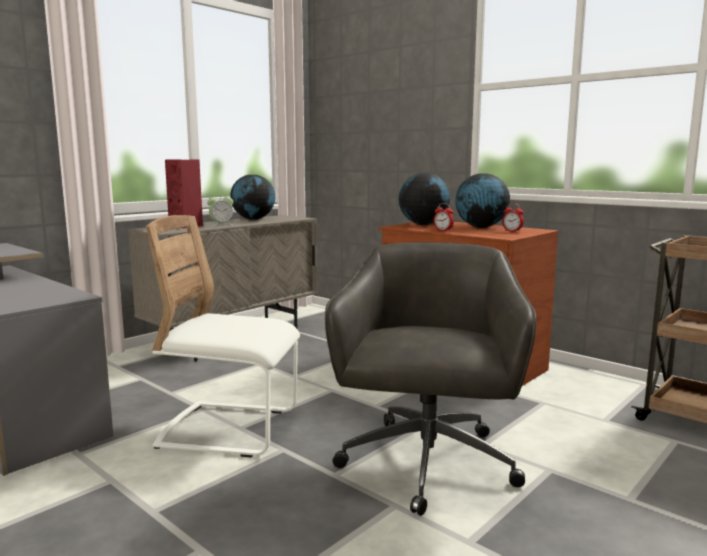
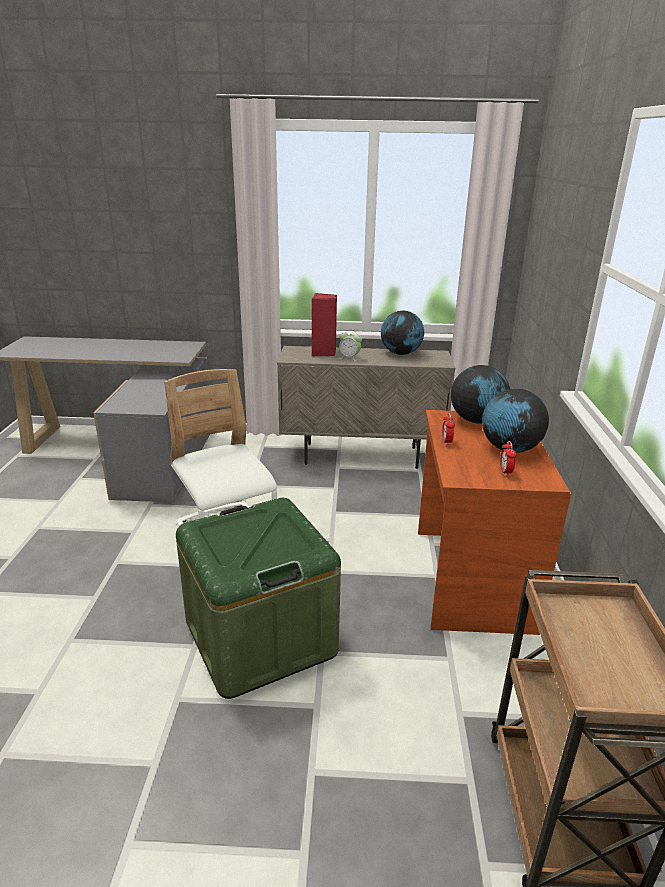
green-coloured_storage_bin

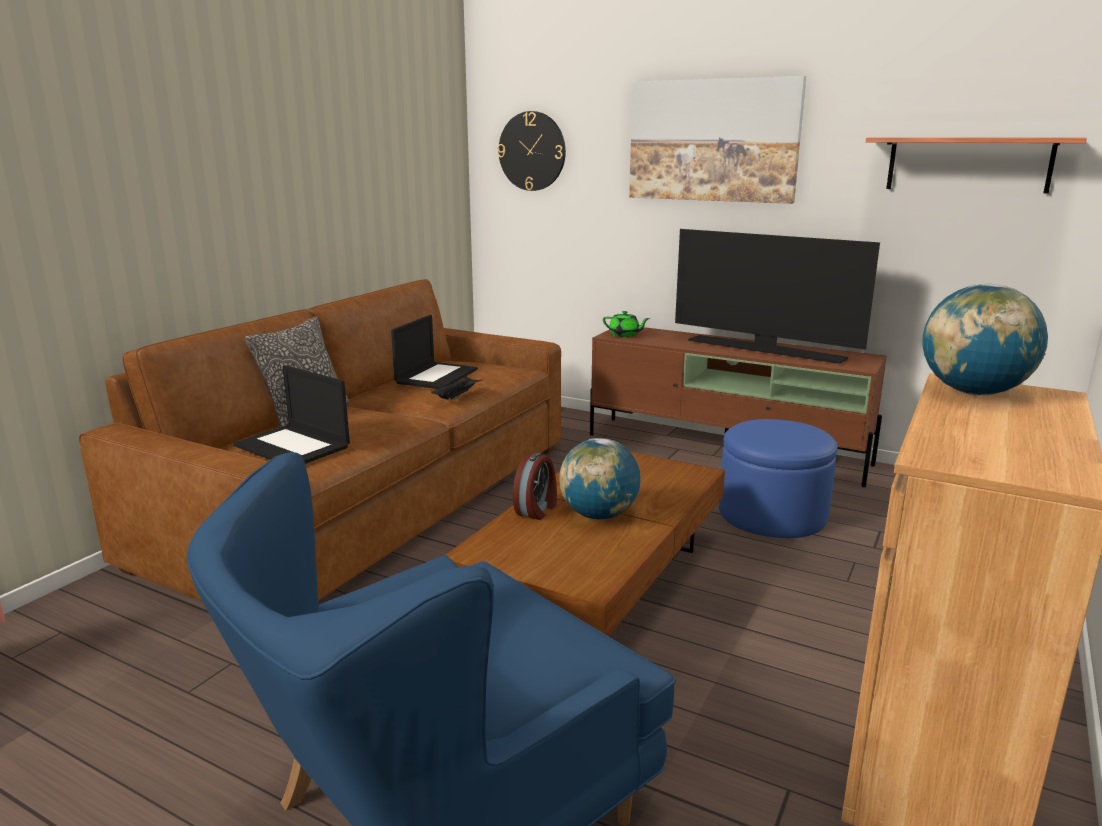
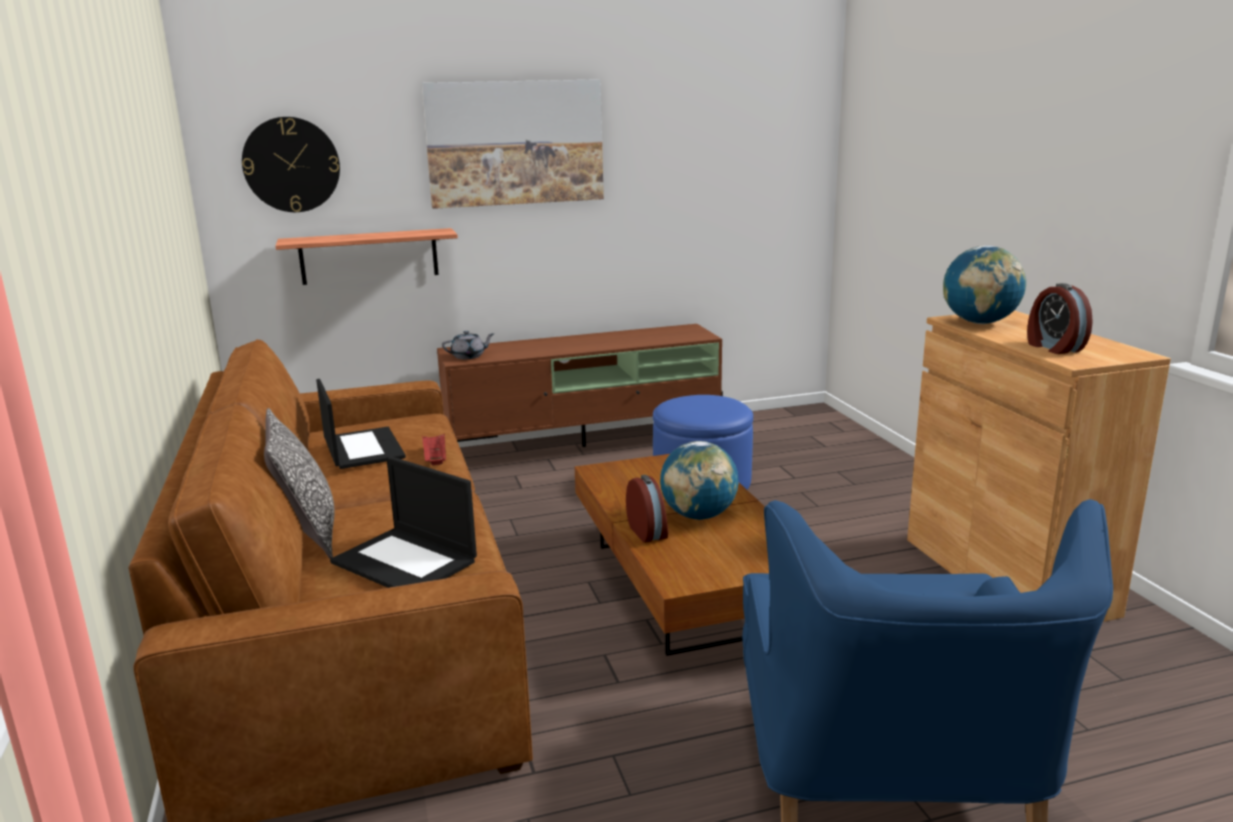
portable_computer (no. 2 from left); reddish_carrying_tray; gray_tea_pot; TV_set; shelf; table_clock (no. 2 from left)

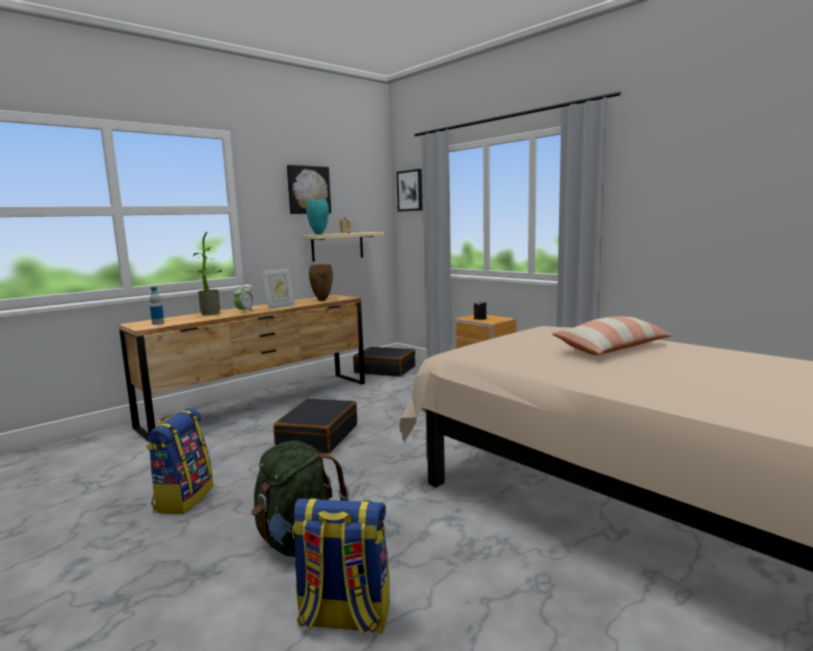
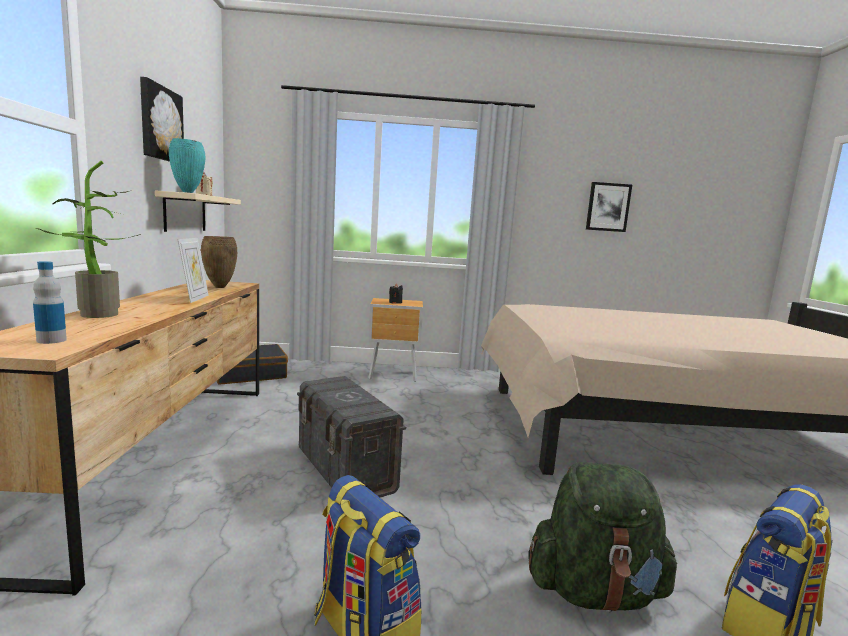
table_clock; gray_storage_bin; wall_art (no. 2 from left); throw_pillow

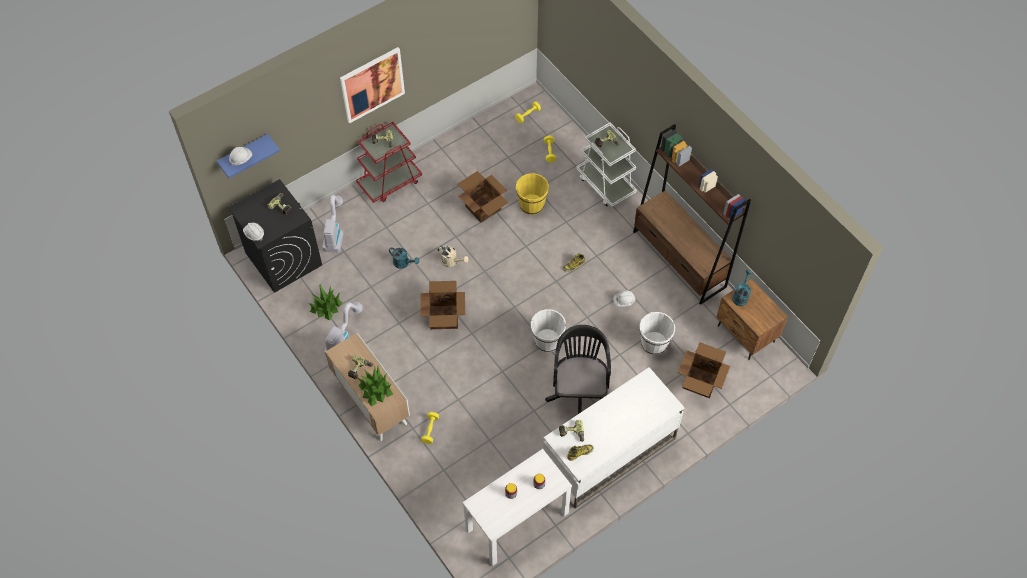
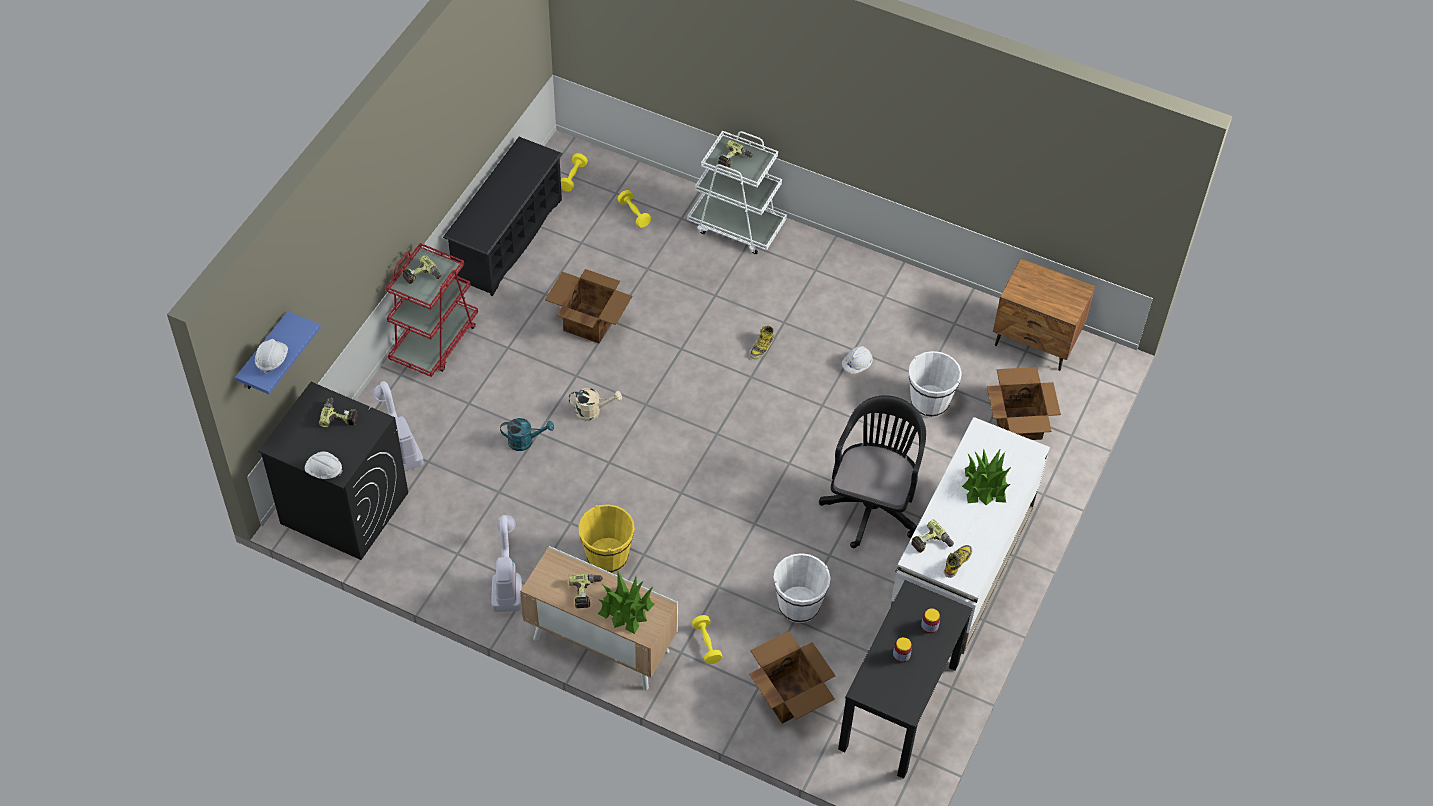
houseplant (no. 2 from left); wall_art; carton (no. 2 from left); black_narrow_table; yellowish_pail; whitish_pail (no. 1 from left); black_desk_chair; brown_shelving_unit; turquoise-coloured_watering_can (no. 2 from left in the first image); black_shoe_stand

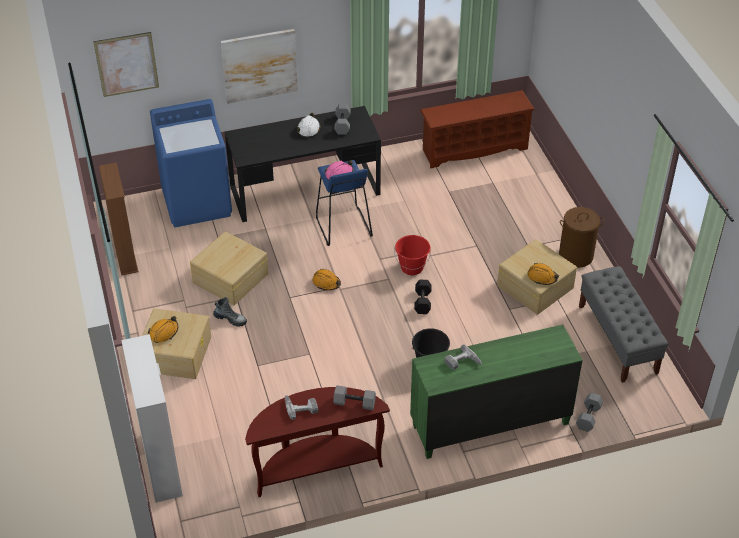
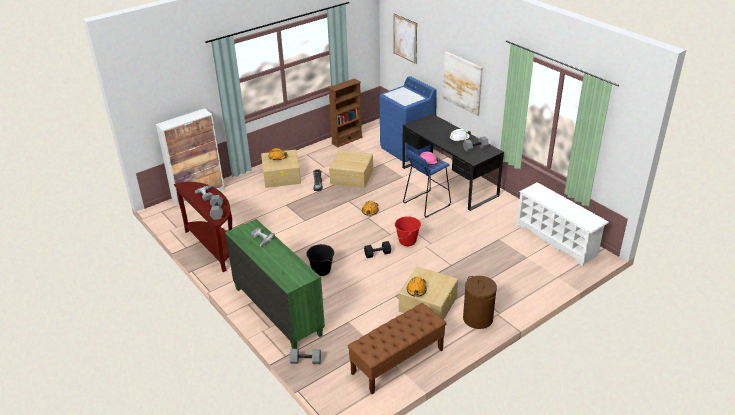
whitish_shoe_stand; brown_long_seat

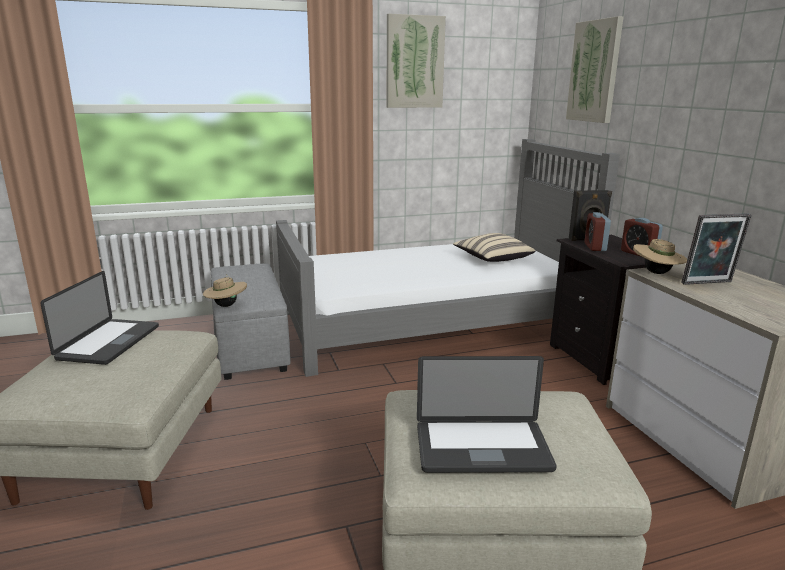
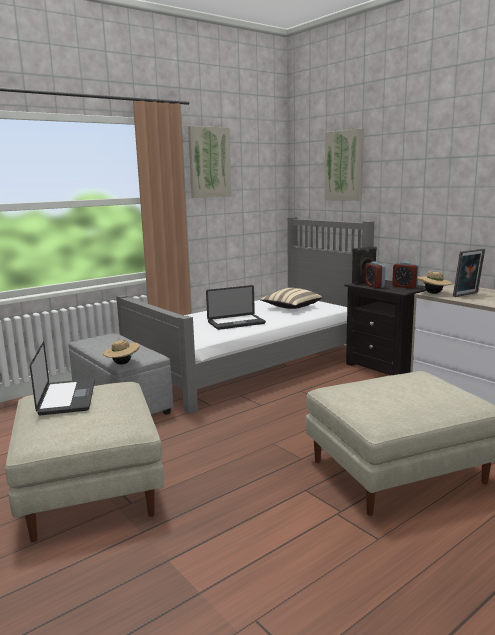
portable_computer (no. 2 from left)

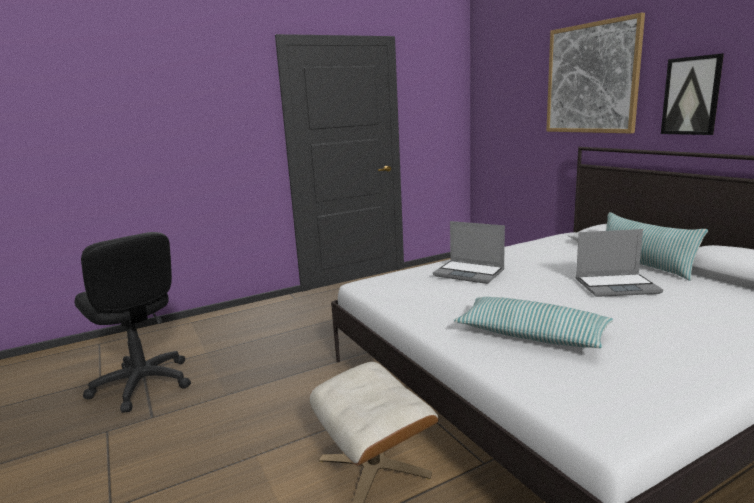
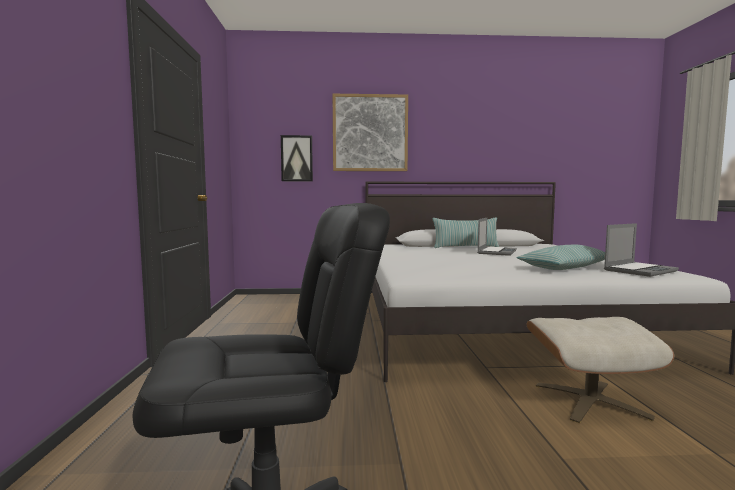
portable_computer (no. 2 from left); wall_art (no. 1 from left)

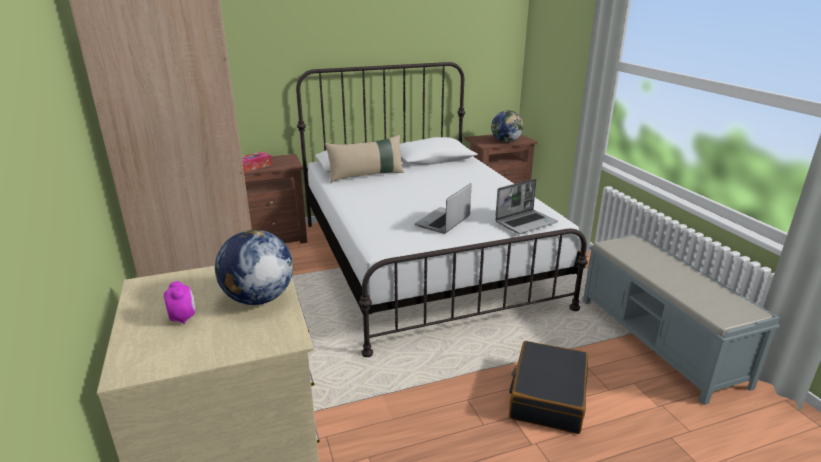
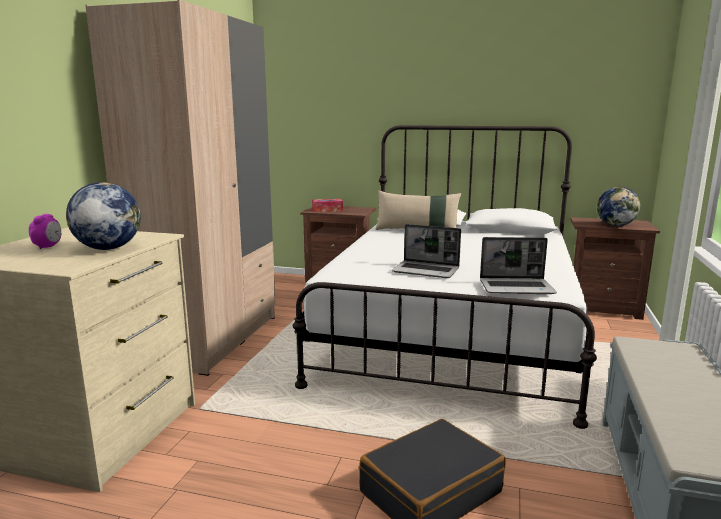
portable_computer (no. 1 from left)

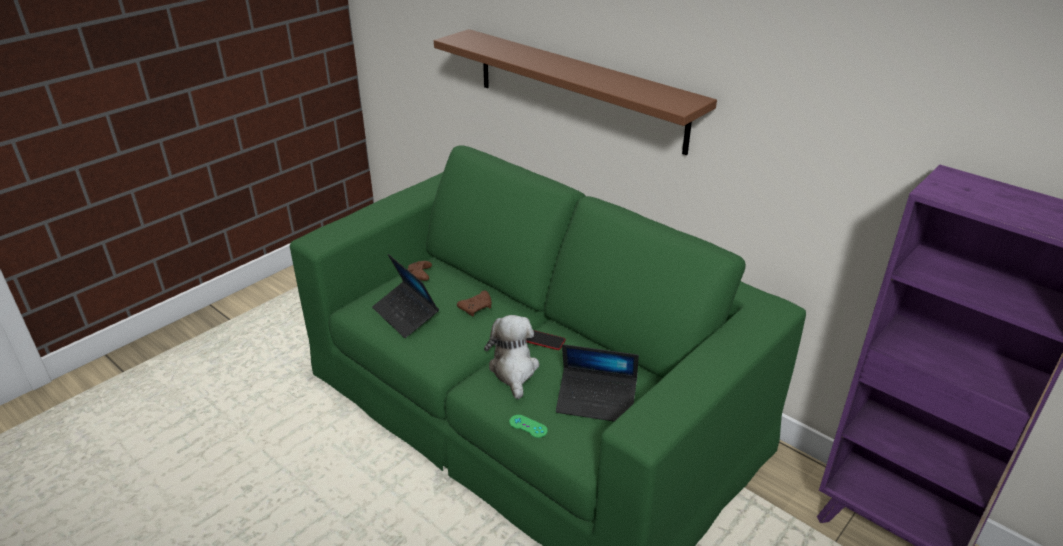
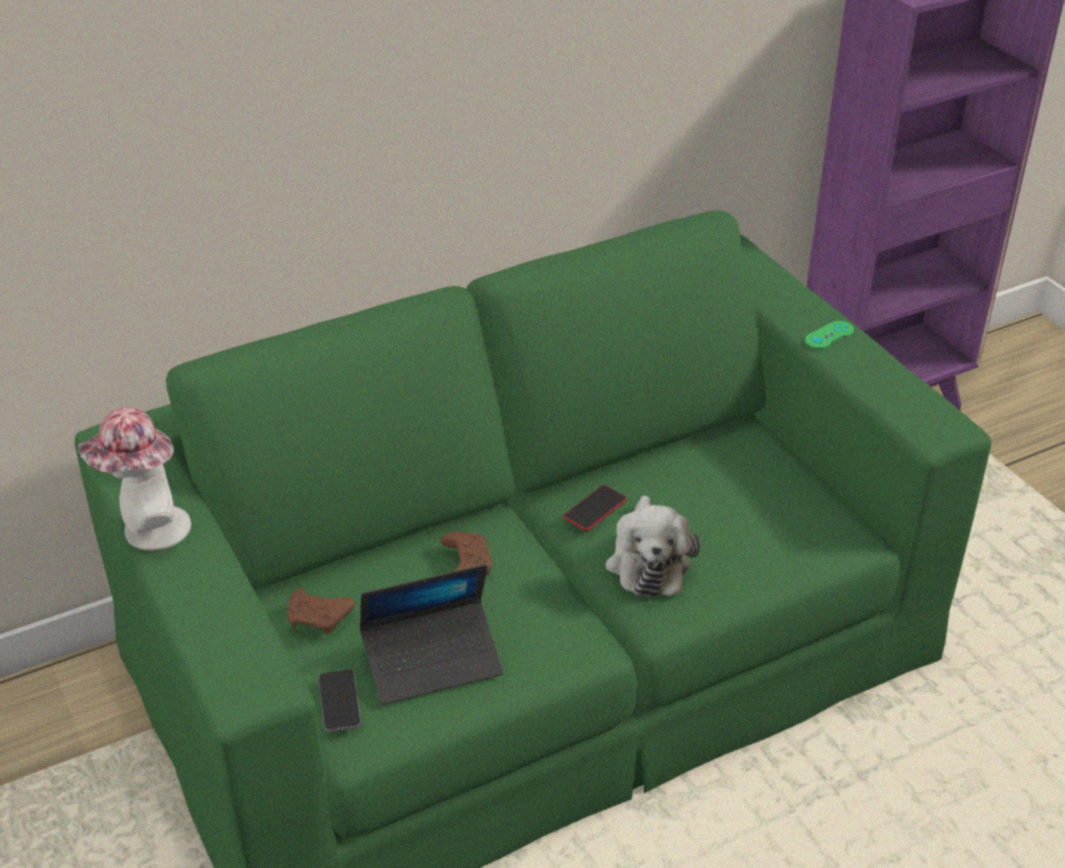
brown_shelf; cuddly_toy; green-coloured_game_controller; portable_computer (no. 2 from left in the first image); wearable_hat; handset (no. 1 from left)

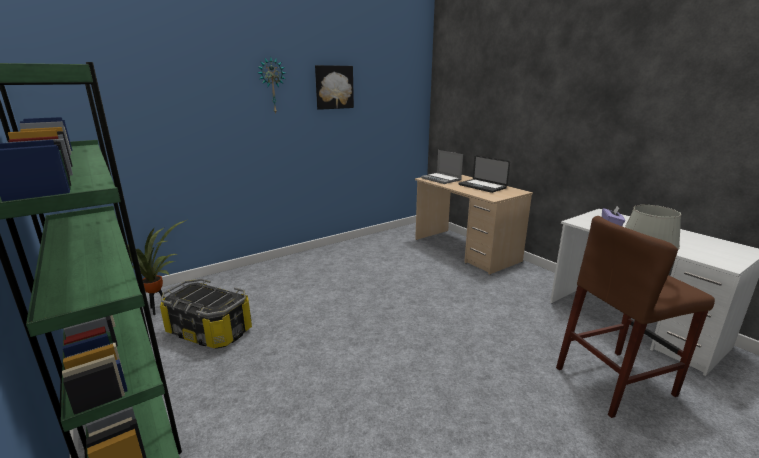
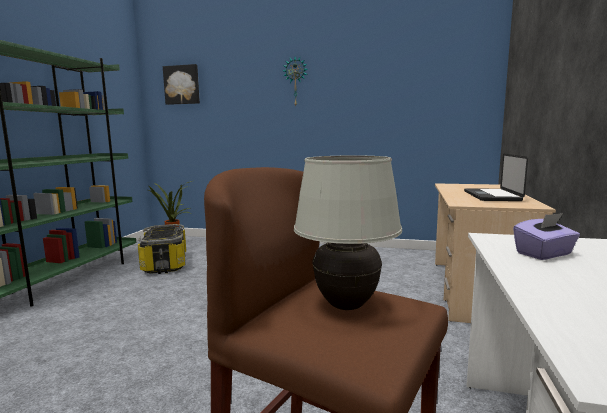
wall_art; portable_computer (no. 1 from left in the first image)

